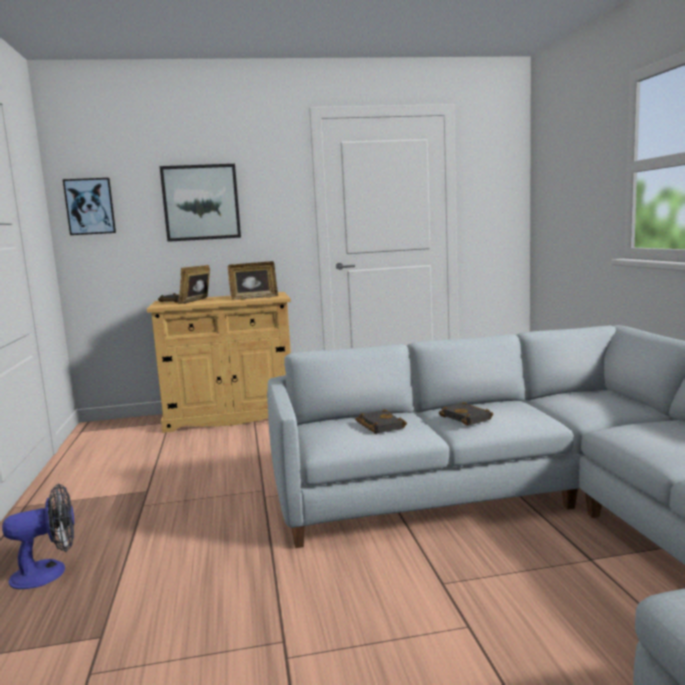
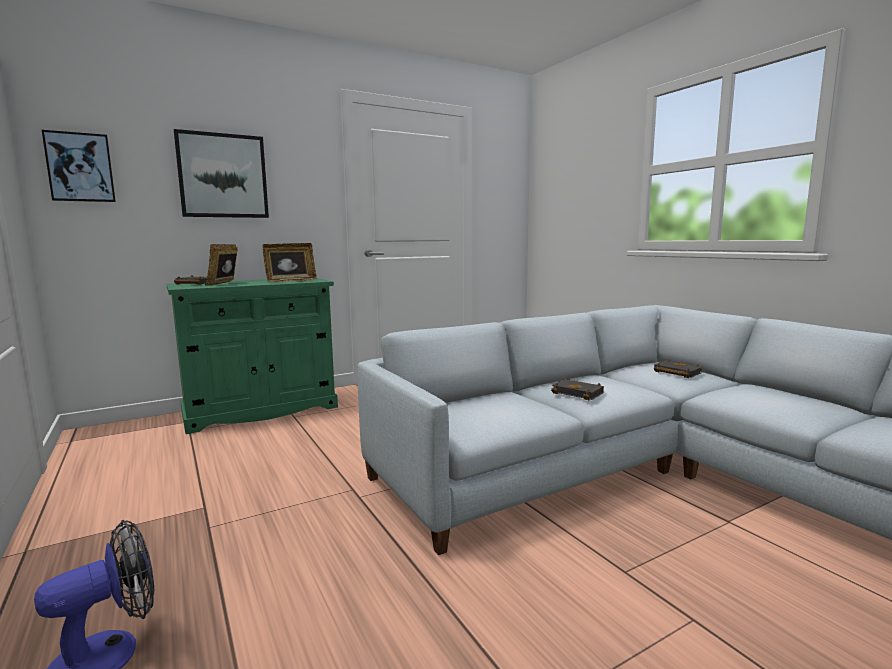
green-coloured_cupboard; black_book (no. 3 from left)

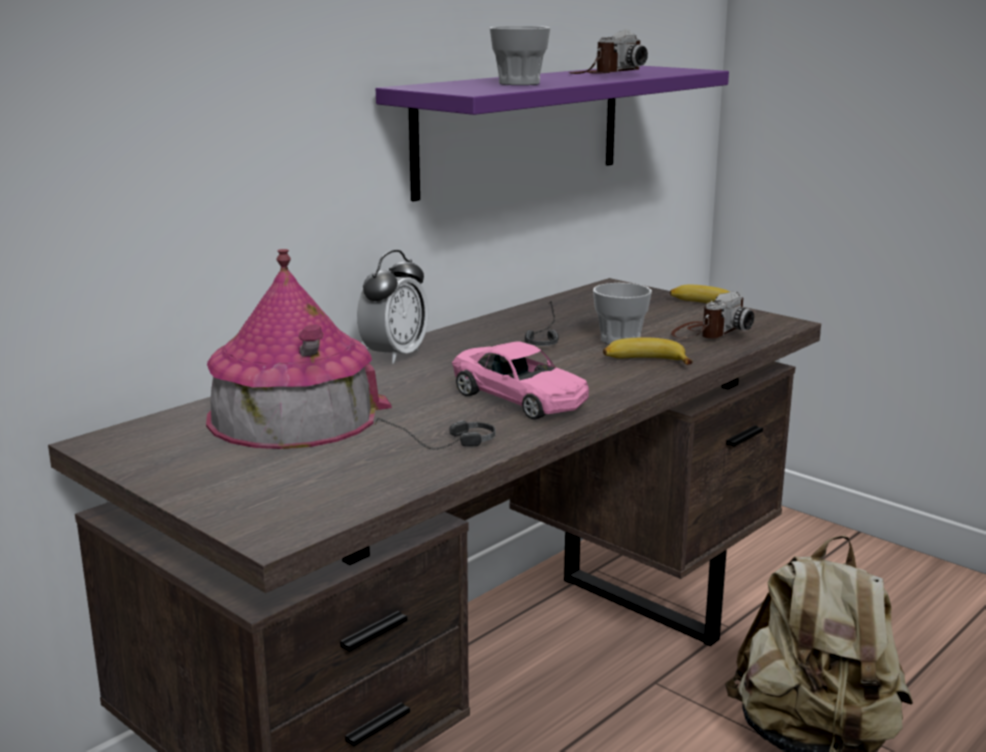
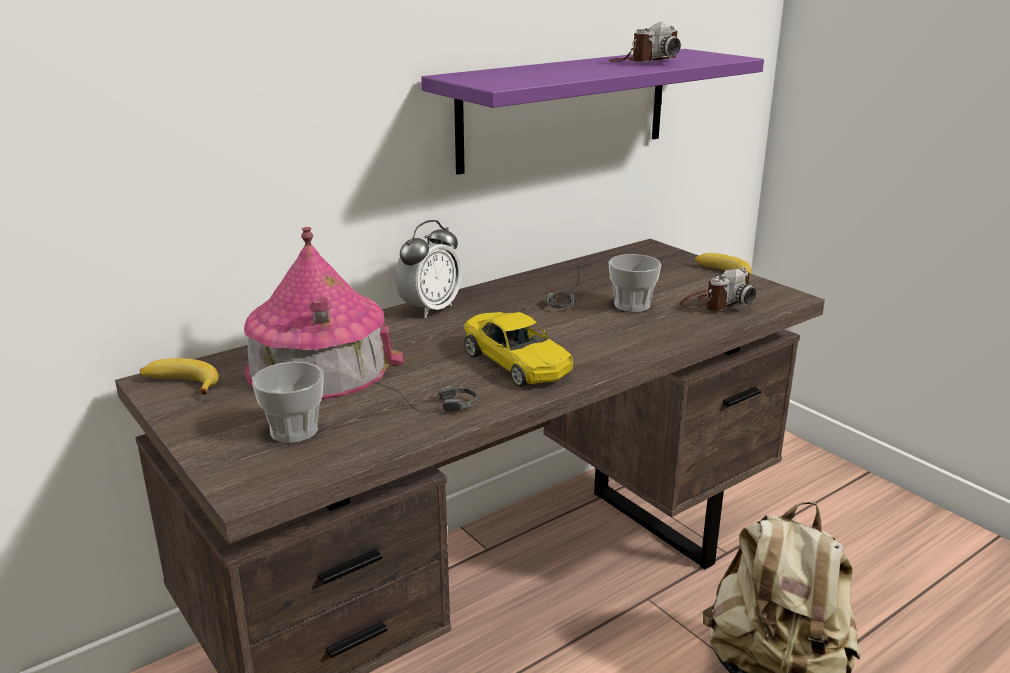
yellowish_toy_car; small_cup (no. 1 from left); banana (no. 1 from left)

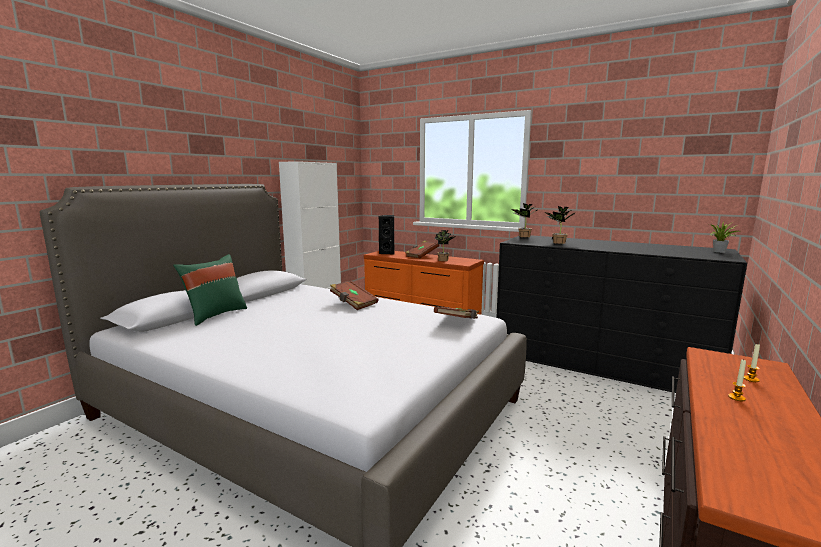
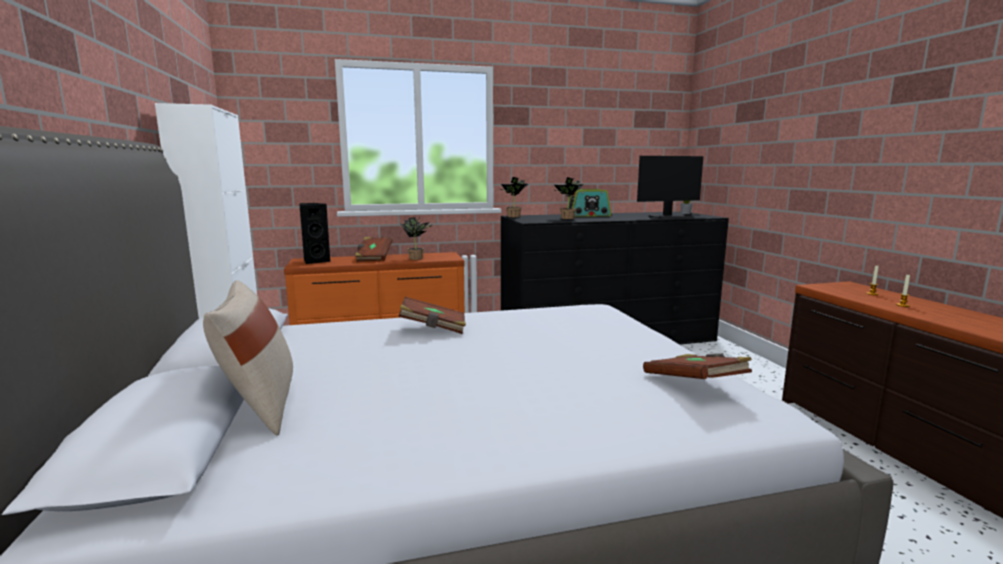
beige_throw_pillow; brown_book (no. 3 from left); radio_set; computer_screen

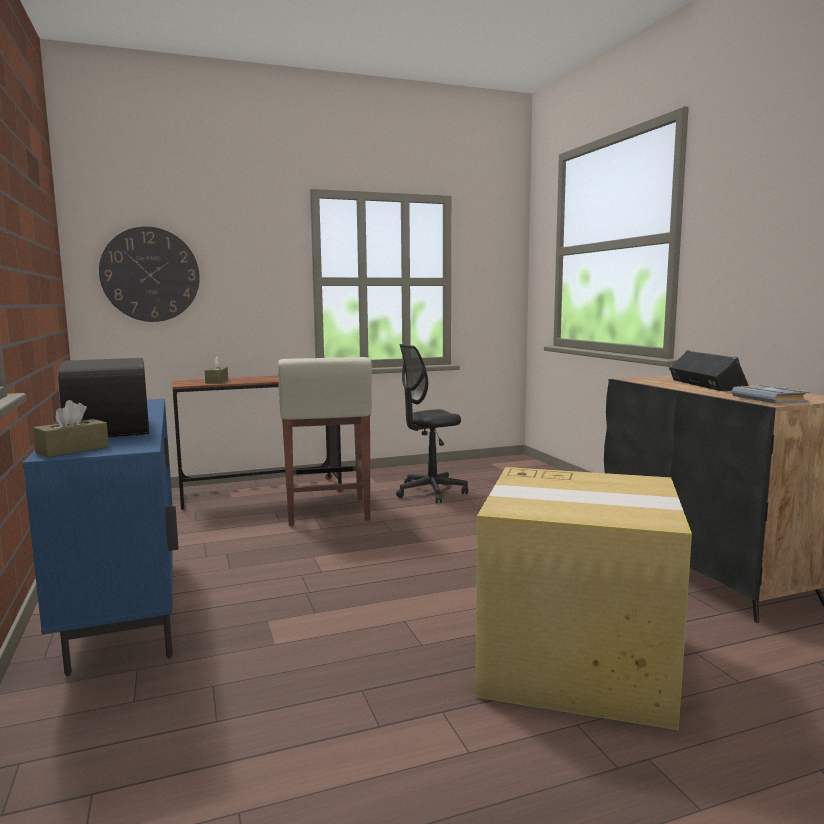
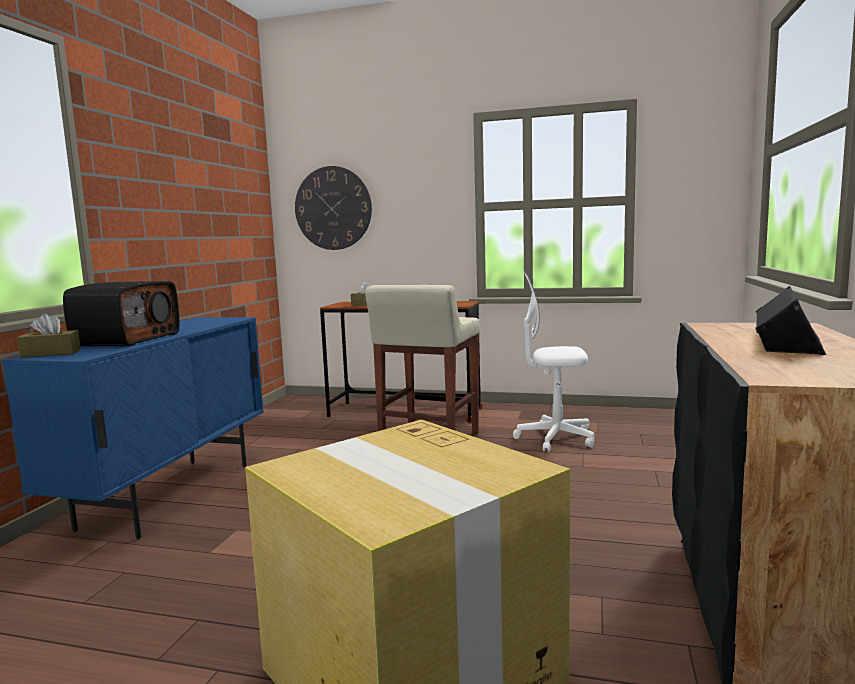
whitish_desk_chair; gray_book

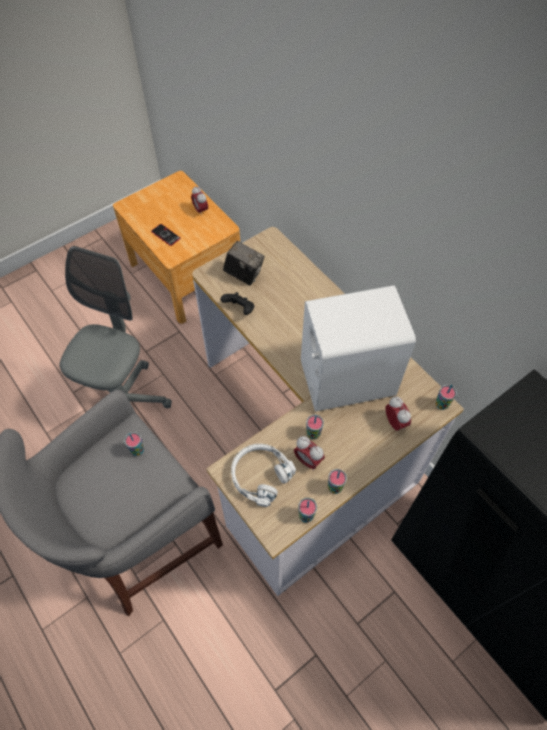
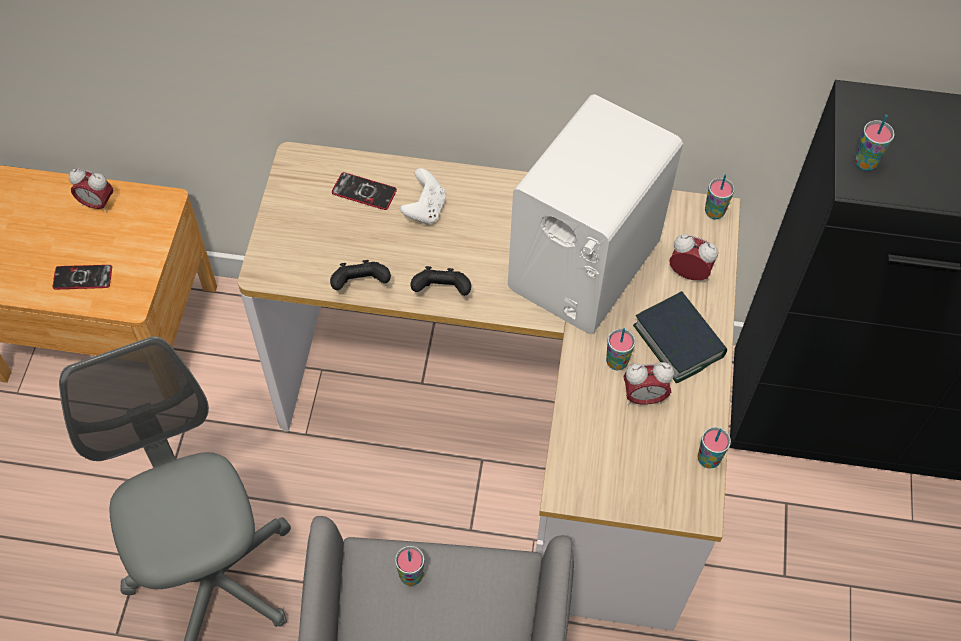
photo_camera; whitish_headphones; small_cup (no. 5 from left); handset (no. 2 from left); whitish_game_controller; black_game_controller (no. 2 from left); book

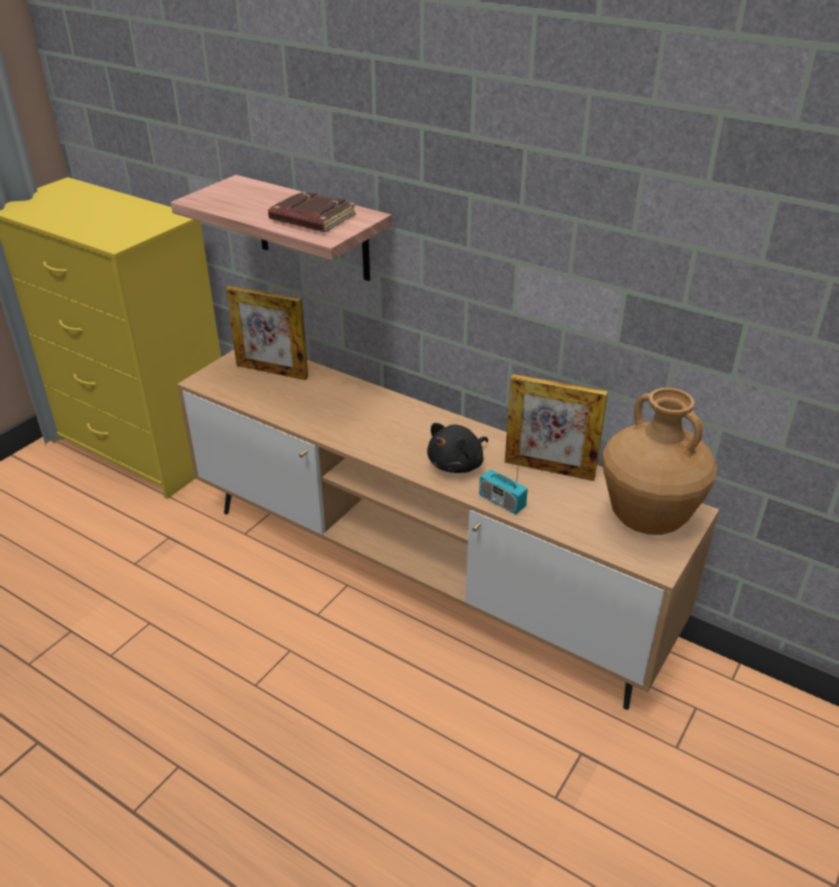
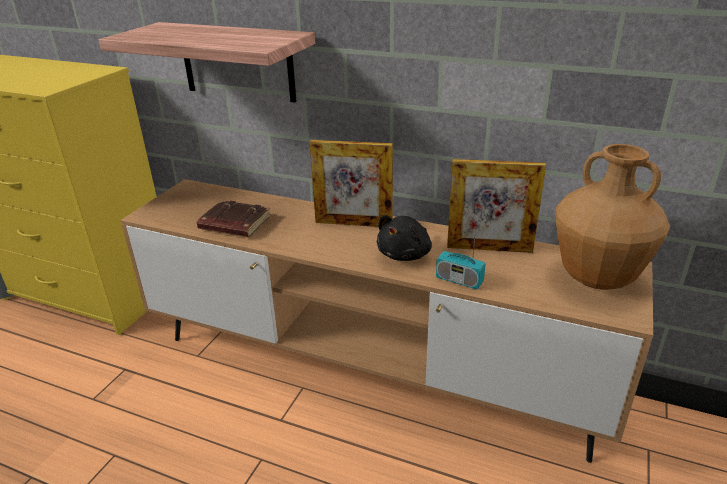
standing_frame (no. 1 from left); brown_book

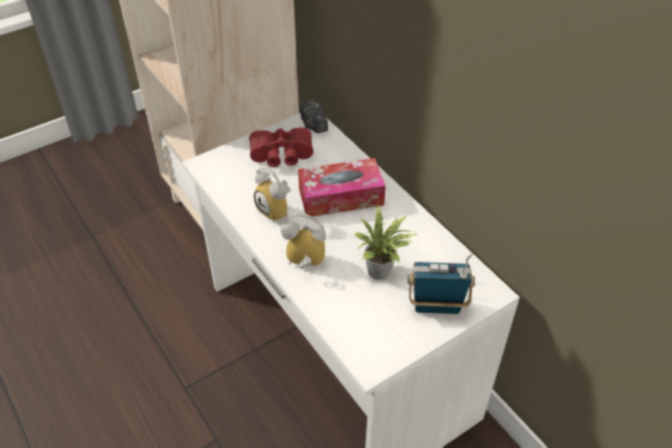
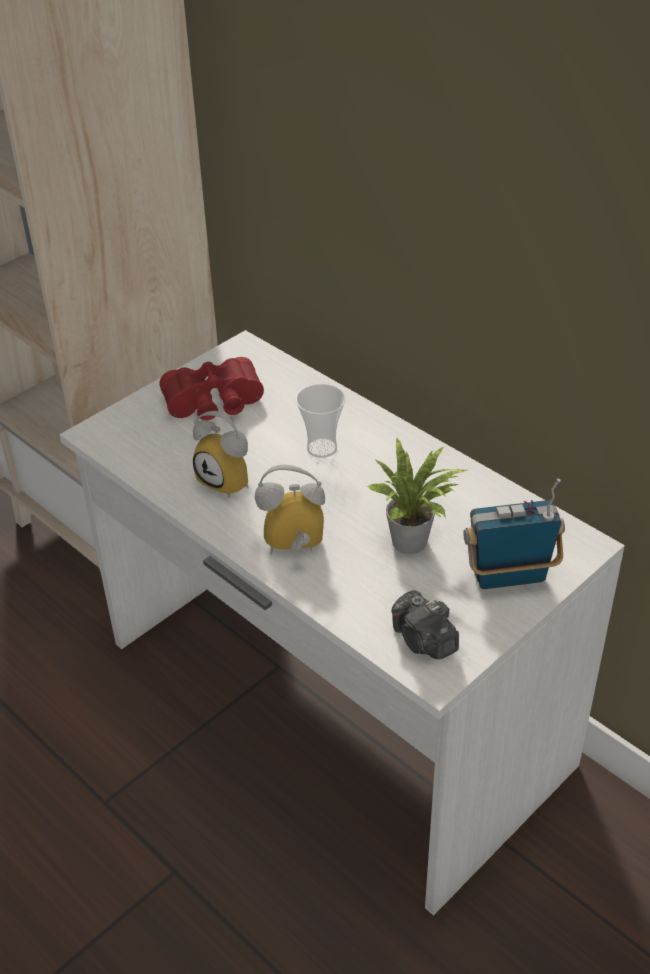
small_cup; photo_camera

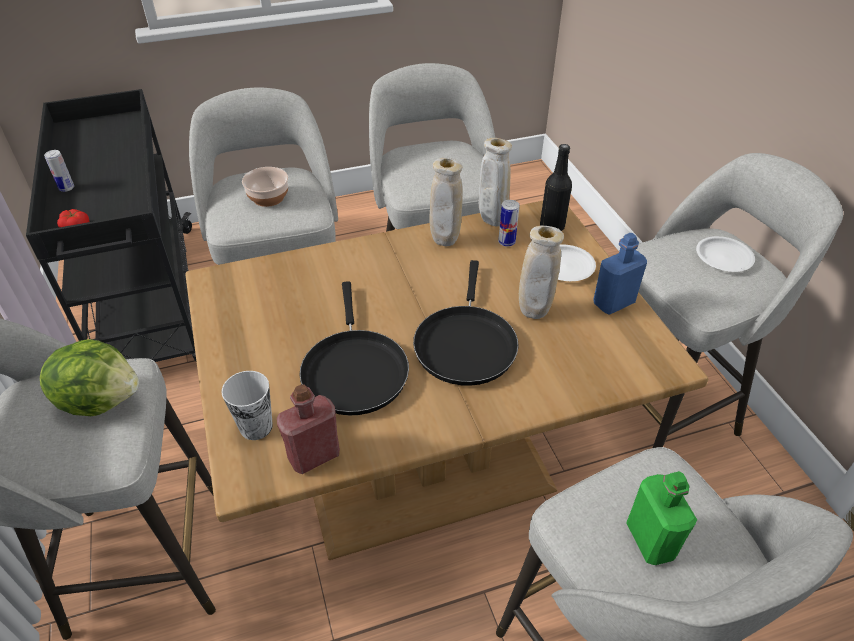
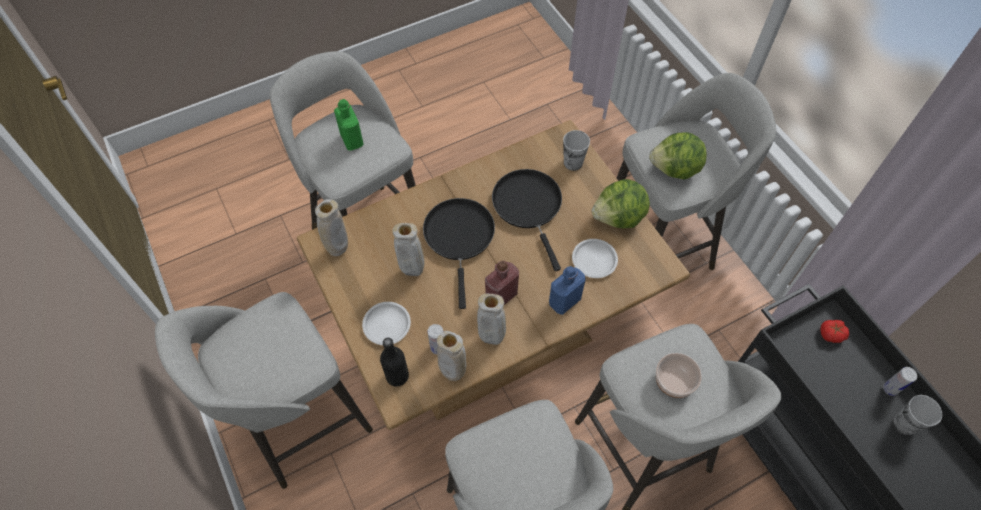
reddish_beverage_bottle; bluish_beverage_bottle; whitish_flat_dish (no. 2 from left); beige_flower_vase (no. 1 from left); lettuce (no. 1 from left); small_cup (no. 2 from left)

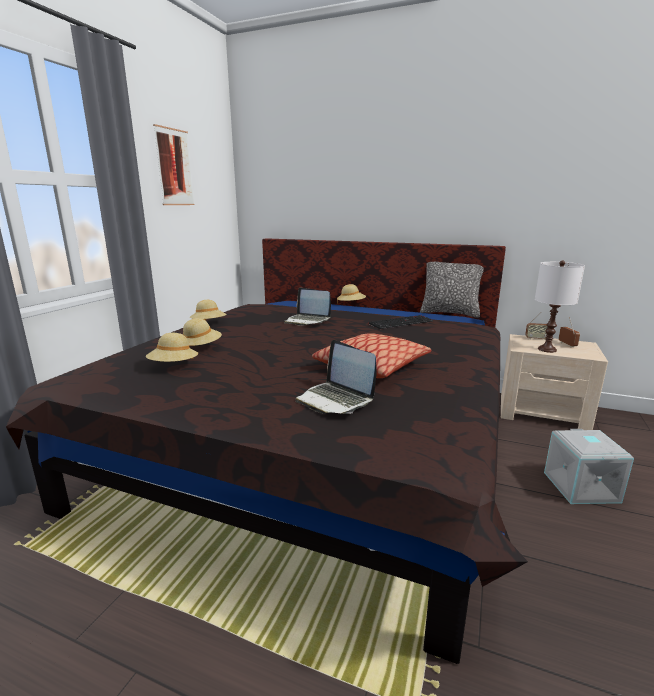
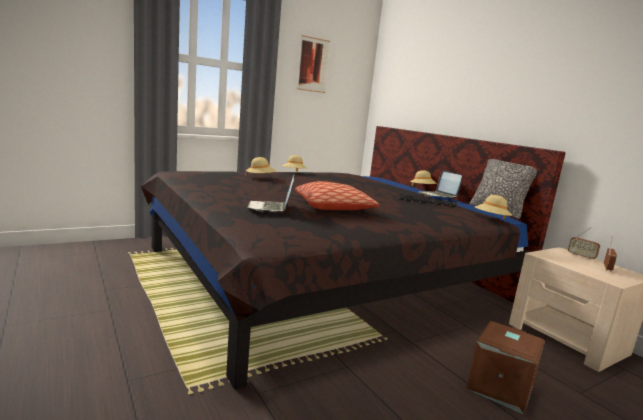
beige_wearable_hat (no. 4 from left); portable_computer (no. 2 from left); whitish_tabletop_lamp; brown_storage_bin

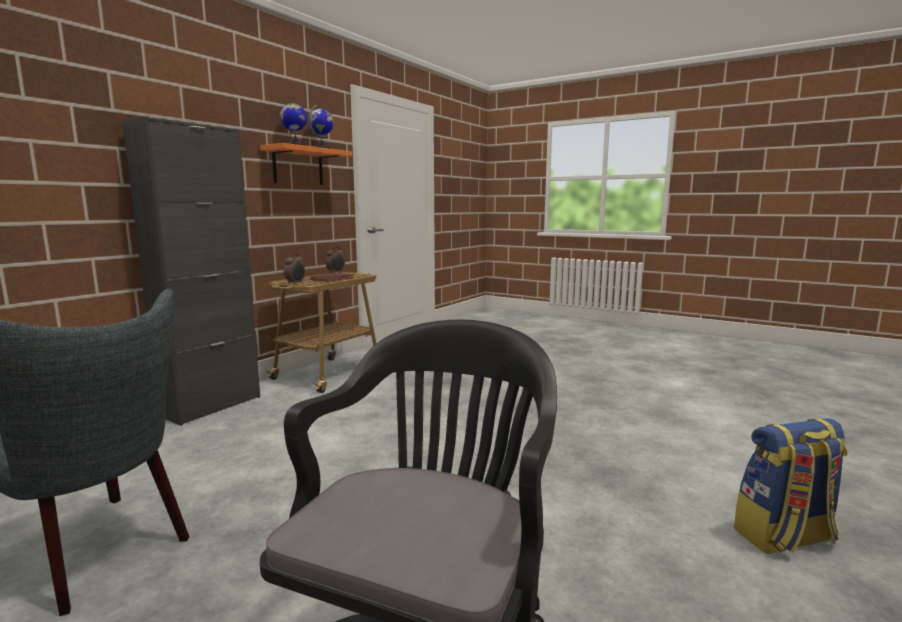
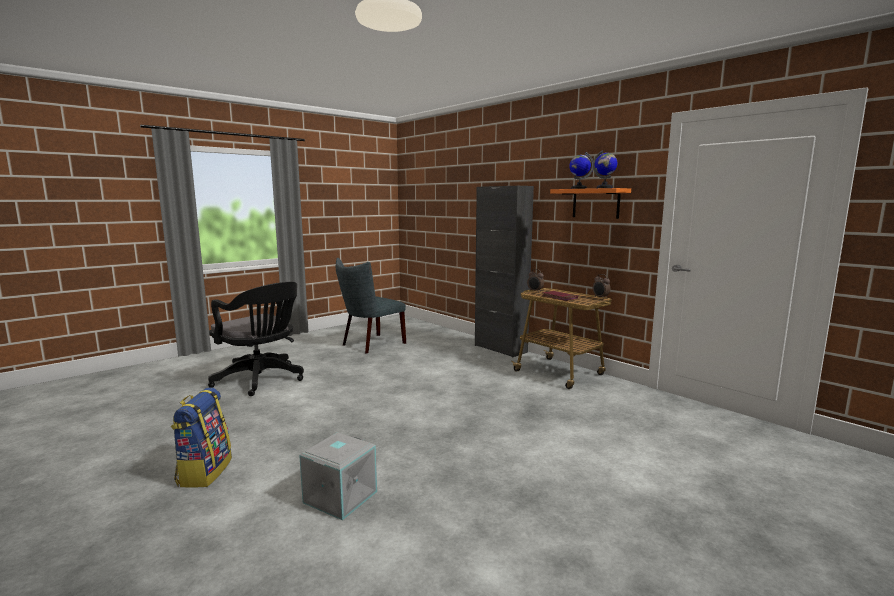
gray_storage_bin

